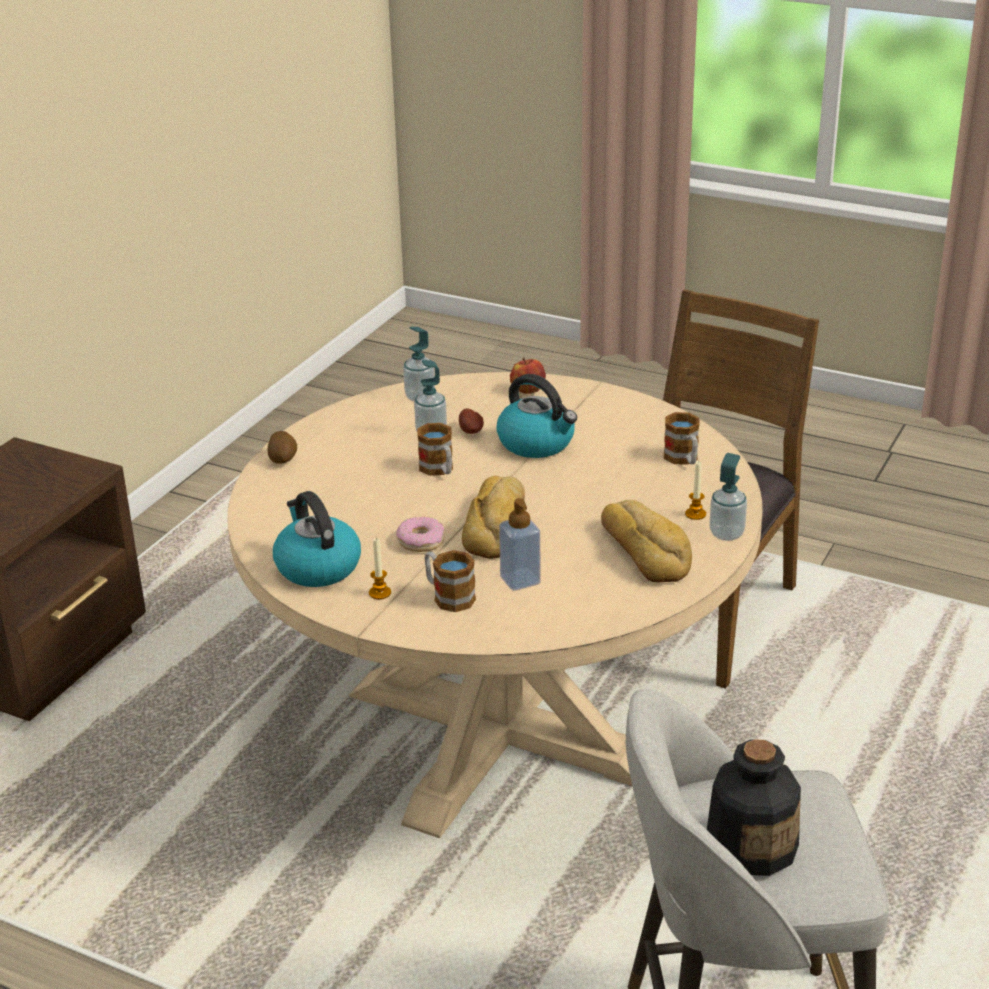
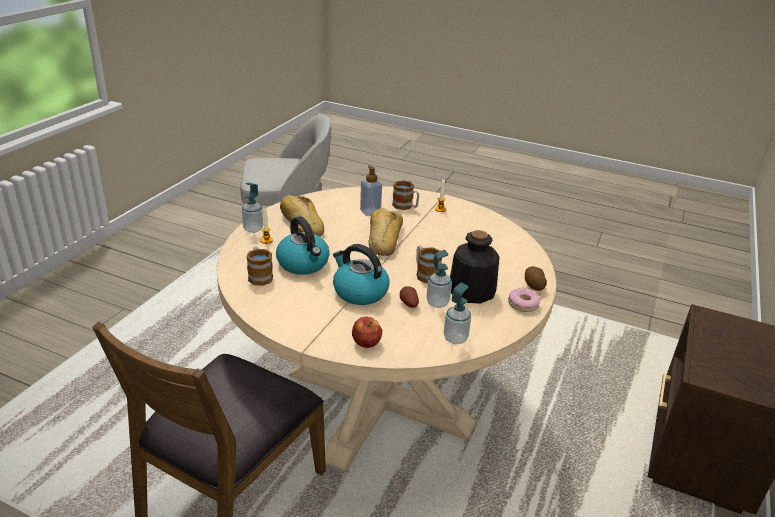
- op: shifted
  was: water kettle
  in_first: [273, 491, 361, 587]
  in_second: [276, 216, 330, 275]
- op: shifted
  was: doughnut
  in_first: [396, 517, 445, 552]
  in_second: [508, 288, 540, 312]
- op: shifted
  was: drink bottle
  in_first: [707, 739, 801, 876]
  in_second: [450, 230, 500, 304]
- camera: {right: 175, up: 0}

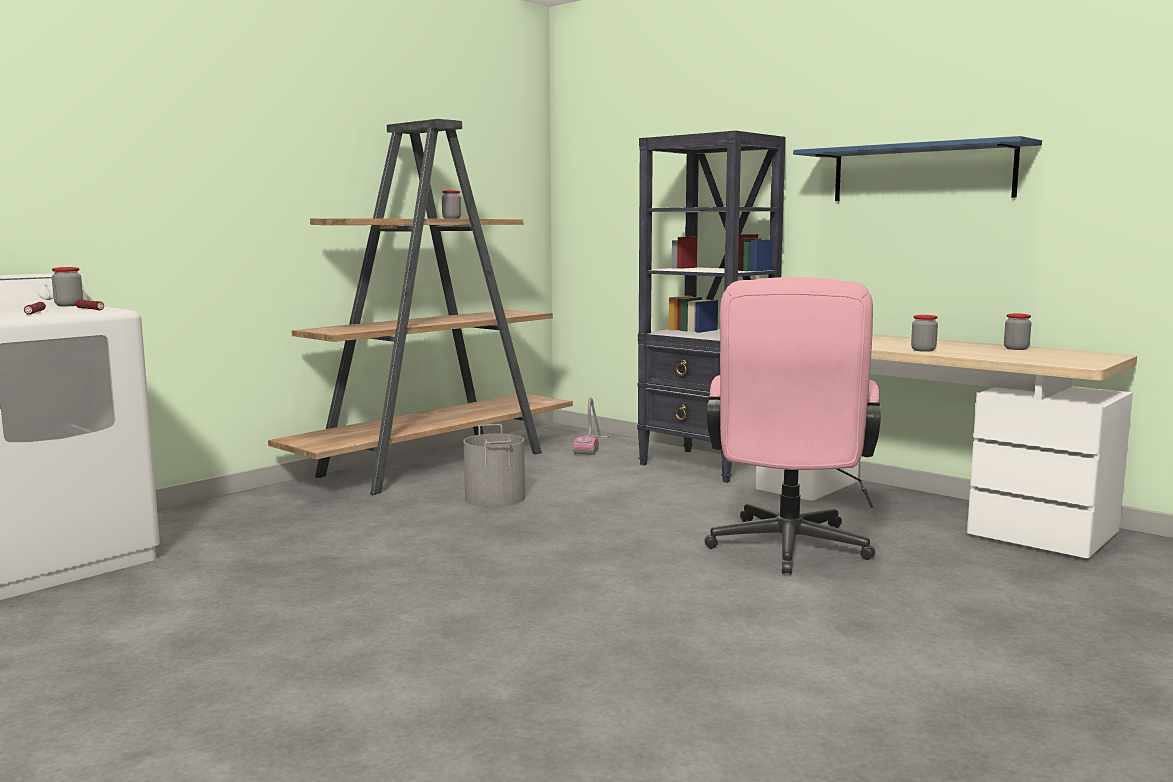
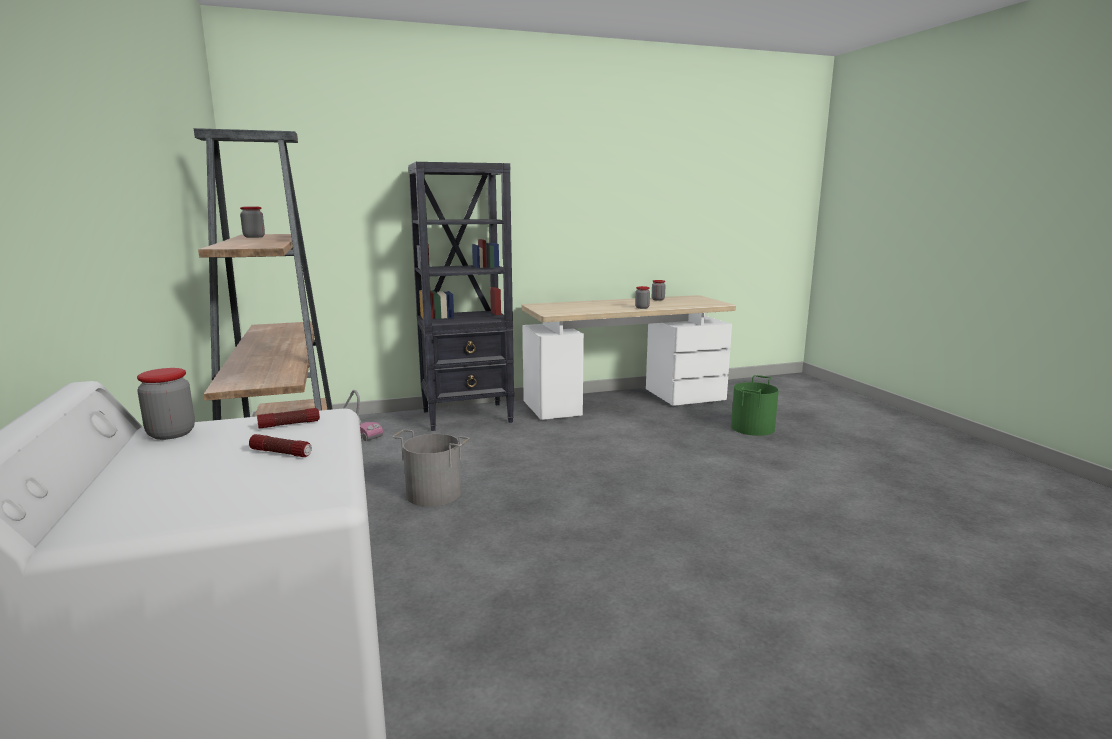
- op: gone
  was: shelf (bluish)
  in_first: [793, 136, 1042, 201]
- op: gone
  was: office chair (pink)
  in_first: [704, 277, 881, 574]
- op: new
  now: bucket (greenish)
  in_second: [731, 375, 779, 436]
- camera: {right: -60, up: 5}

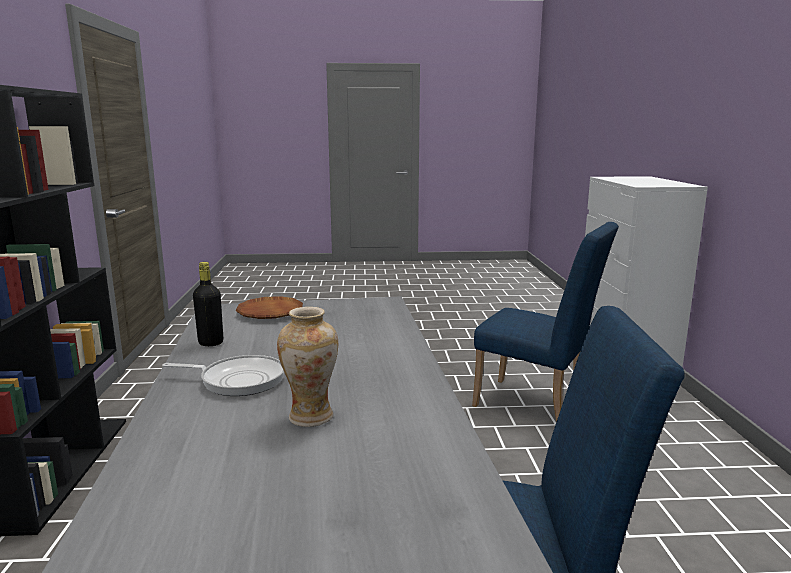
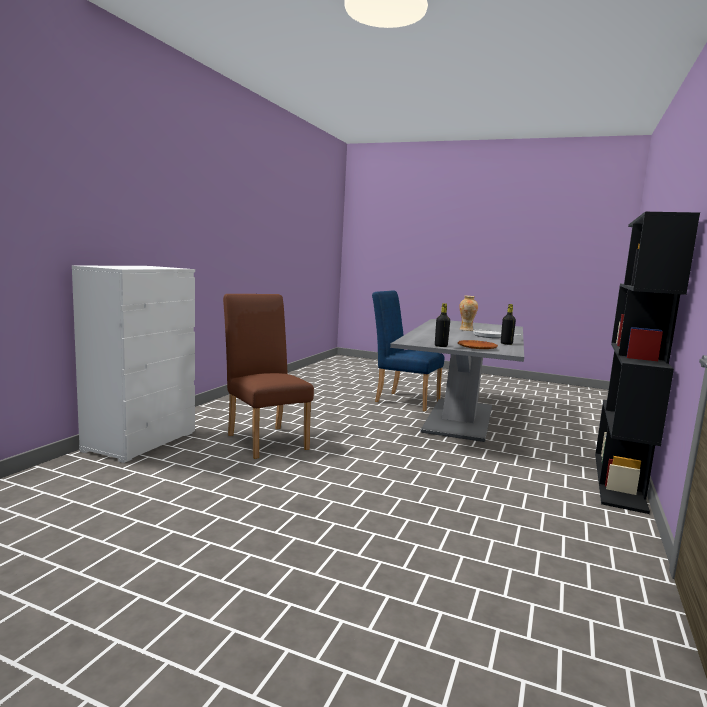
- op: repainted
  was: upright chair (bluish)
  now: upright chair (brown-coloured)
  in_first: [472, 222, 619, 422]
  in_second: [223, 294, 314, 459]
- op: new
  now: drink bottle (blackish)
  in_second: [435, 303, 450, 347]
- camera: {right: -155, up: -5}

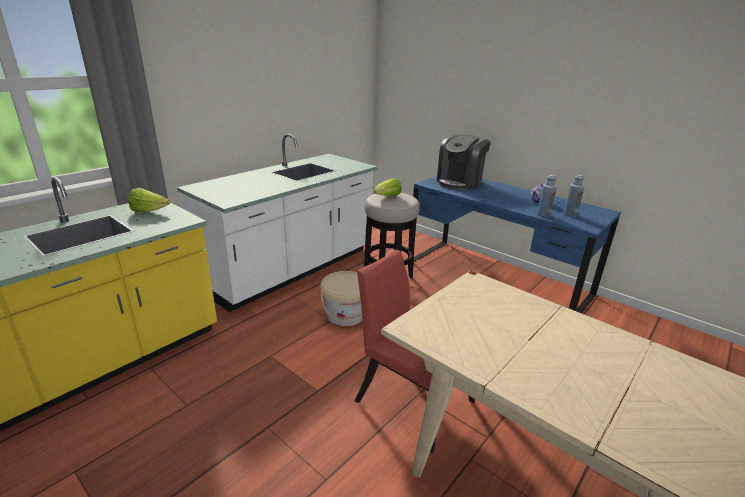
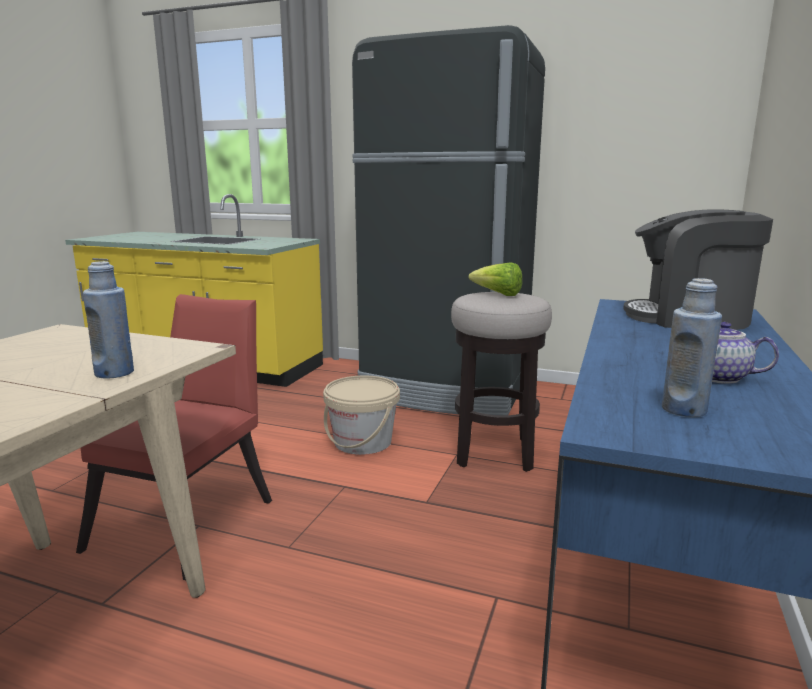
- op: swapped
  was: kitchen base unit (whitish)
  now: kitchen fridge (blackish)
  in_first: [177, 134, 377, 312]
  in_second: [352, 25, 545, 415]
- op: shifted
  was: drink bottle (bluish)
  in_first: [537, 175, 557, 217]
  in_second: [83, 261, 134, 379]
- op: gone
  was: head of lettuce
  in_first: [128, 188, 170, 212]
- camera: {right: 70, up: -10}

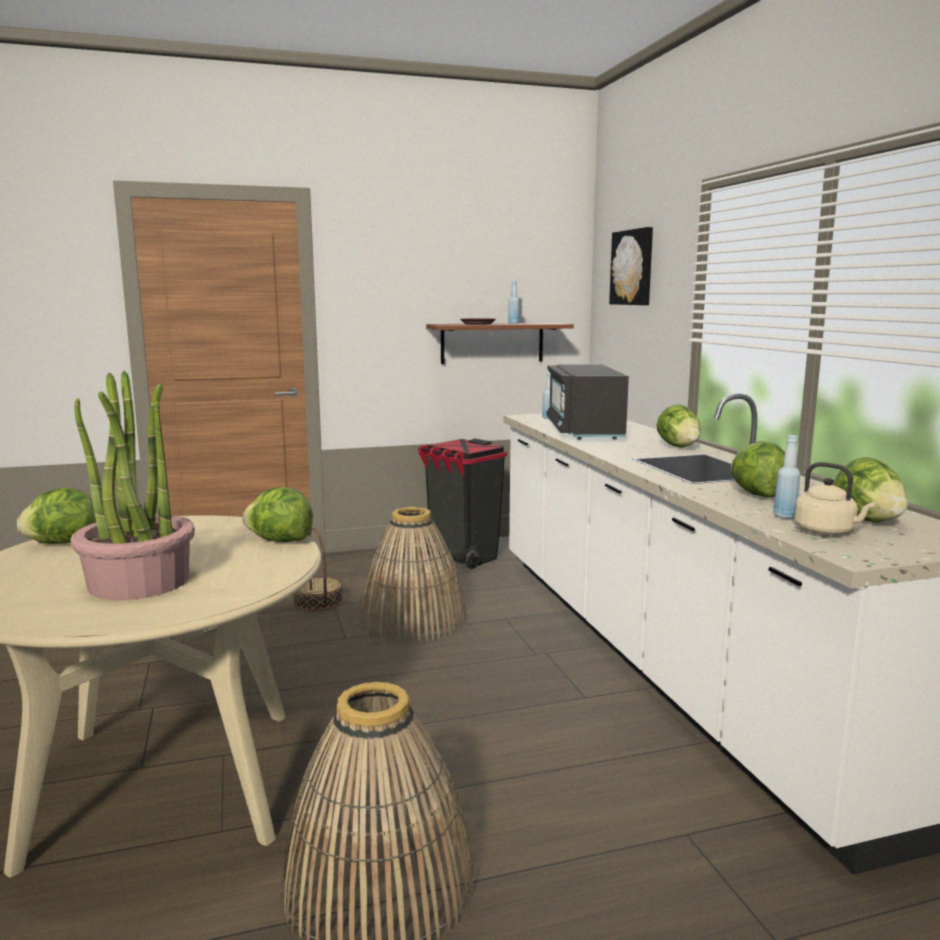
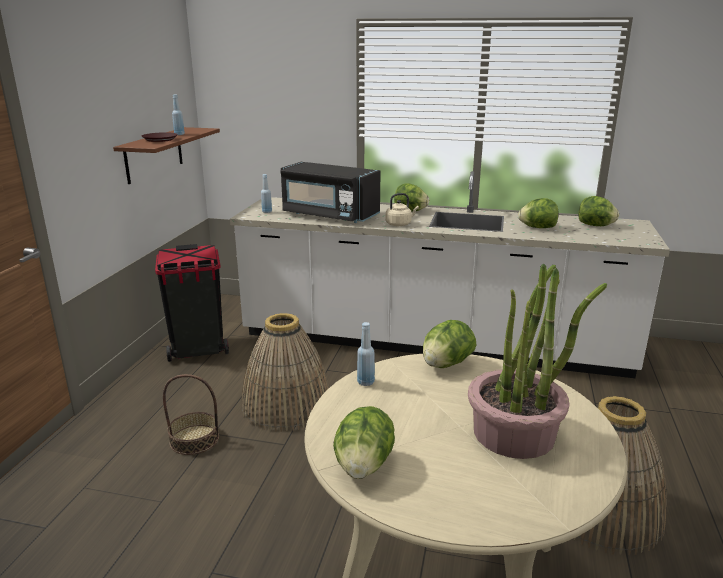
- op: gone
  was: wall art
  in_first: [609, 227, 653, 305]
- op: shifted
  was: drink bottle (bluish)
  in_first: [774, 435, 800, 519]
  in_second: [357, 322, 375, 386]
- op: shifted
  was: water kettle (beige)
  in_first: [794, 462, 876, 535]
  in_second: [386, 193, 419, 226]
- camera: {right: -60, up: 10}

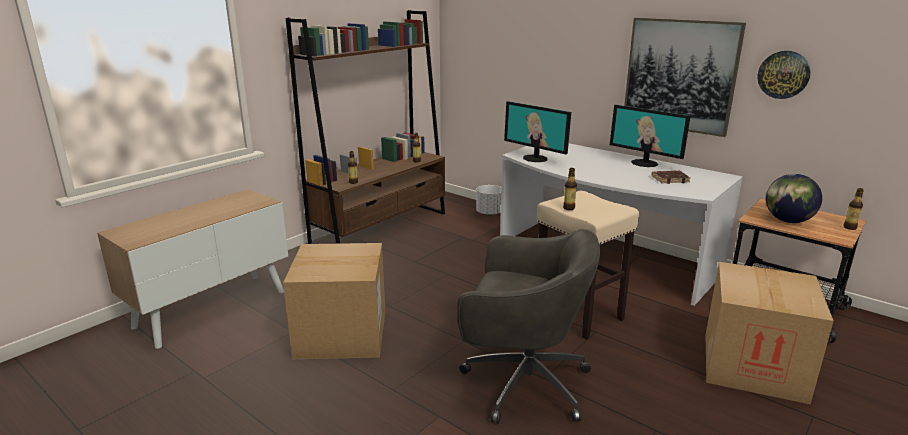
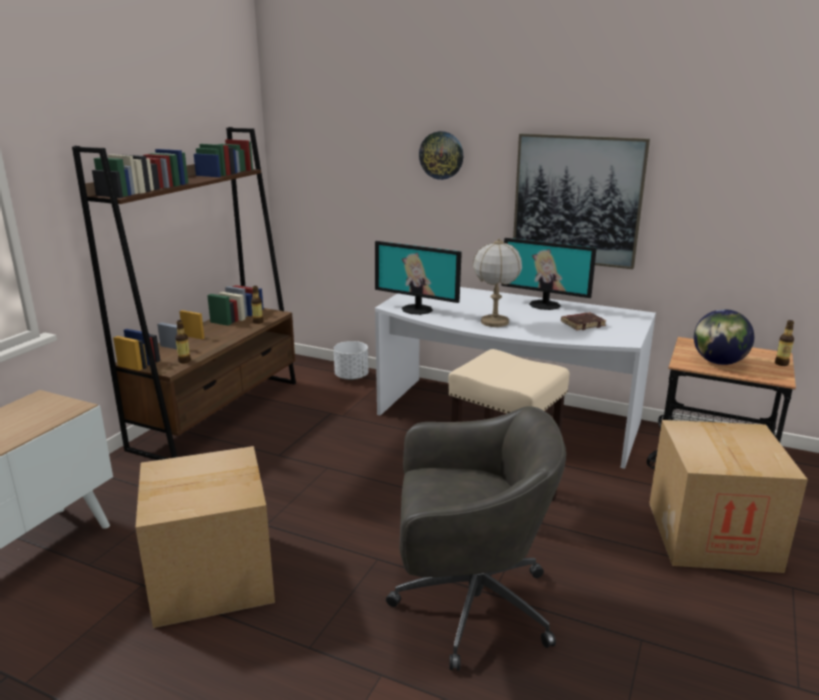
- op: shifted
  was: hanging clock
  in_first: [757, 51, 811, 99]
  in_second: [419, 131, 463, 180]
- op: gone
  was: drink bottle
  in_first: [563, 168, 577, 210]
- op: new
  now: tabletop lamp
  in_second: [473, 238, 522, 327]
- camera: {right: -15, up: 0}

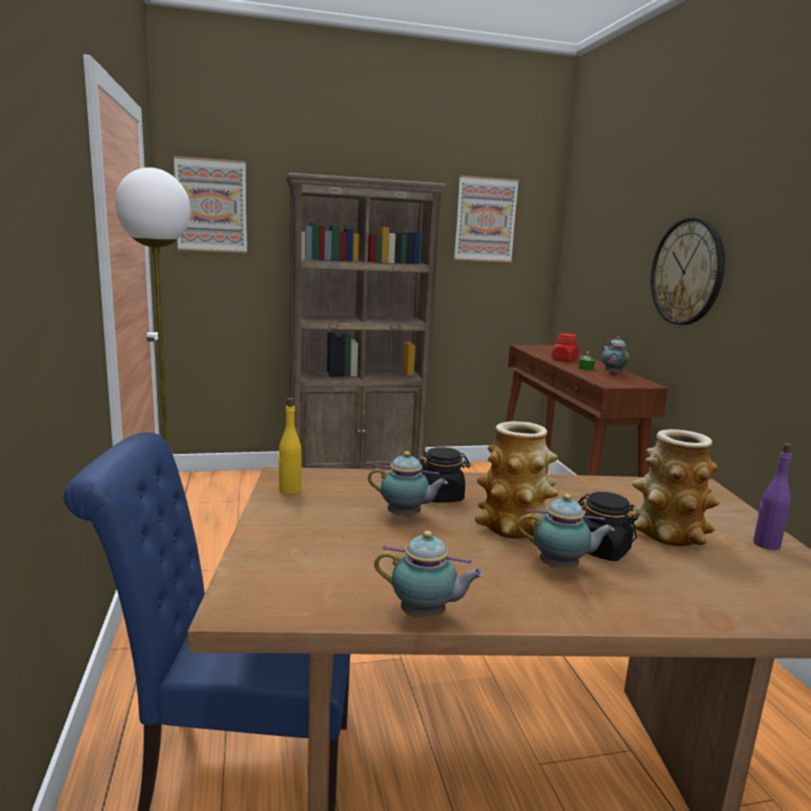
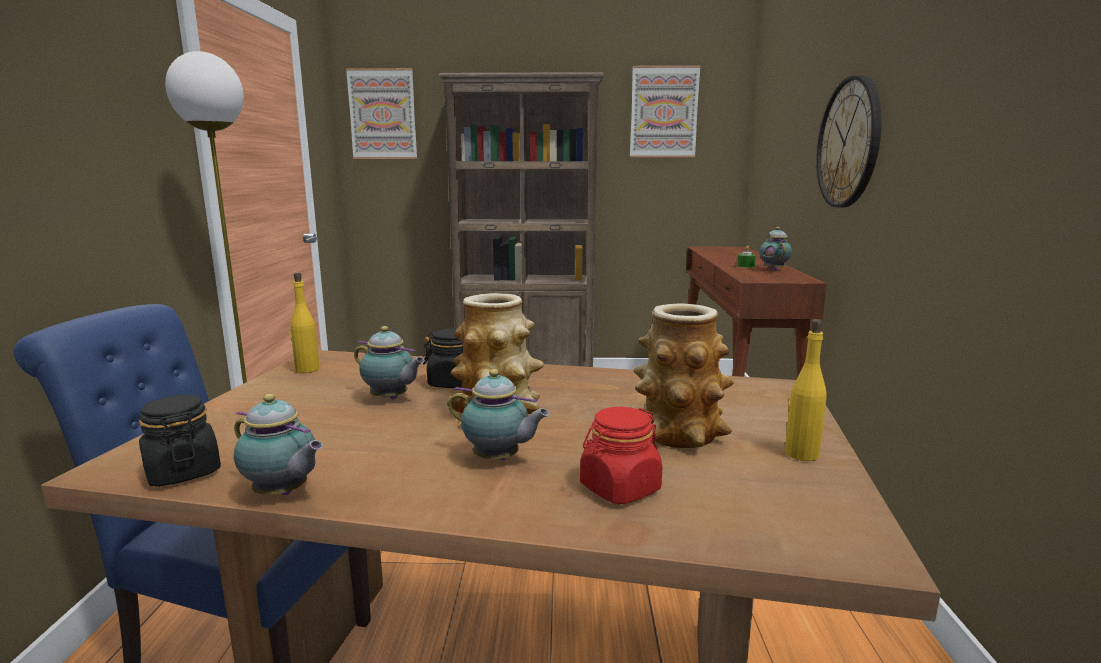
- op: shifted
  was: jar (reddish)
  in_first: [551, 333, 579, 361]
  in_second: [580, 407, 662, 504]
- op: repainted
  was: drink bottle (purple)
  now: drink bottle (yellow-coloured)
  in_first: [753, 443, 792, 550]
  in_second: [785, 319, 827, 461]
- op: shifted
  was: jar (blackish)
  in_first: [577, 492, 638, 561]
  in_second: [139, 395, 221, 487]
- camera: {right: 15, up: 0}

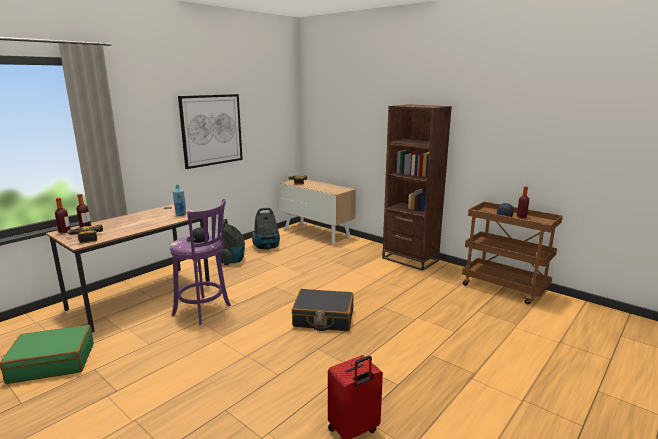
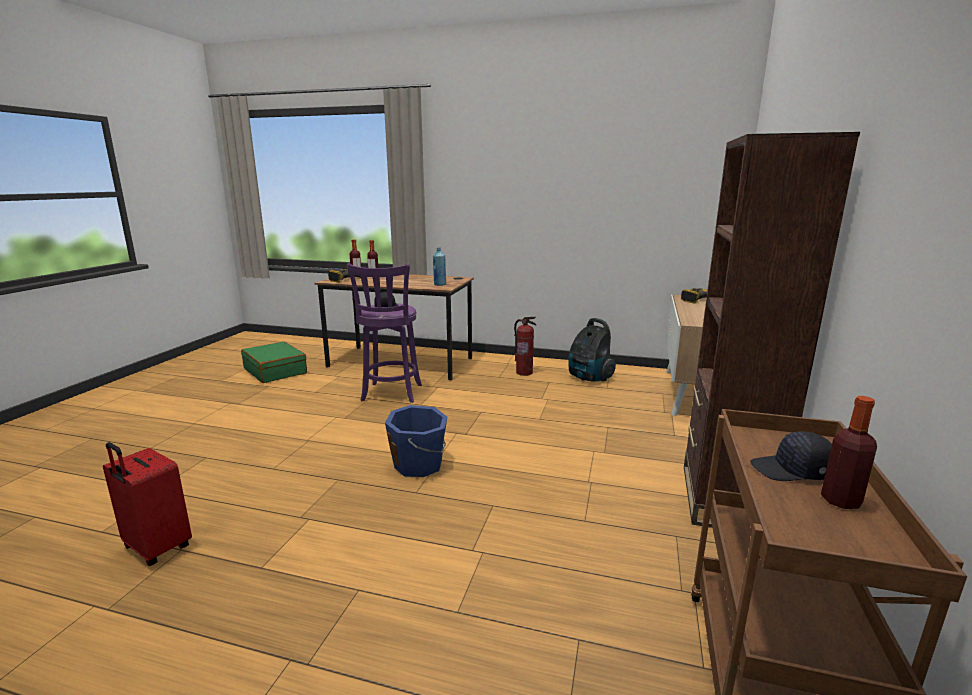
- op: gone
  was: wall art
  in_first: [178, 94, 243, 169]
- op: swapped
  was: hoover
  now: extinguisher
  in_first: [220, 219, 245, 265]
  in_second: [514, 317, 536, 376]
- op: swapped
  was: suitcase (blackish)
  now: bucket (bluish)
  in_first: [292, 289, 354, 331]
  in_second: [385, 405, 447, 477]
- camera: {right: 65, up: 0}

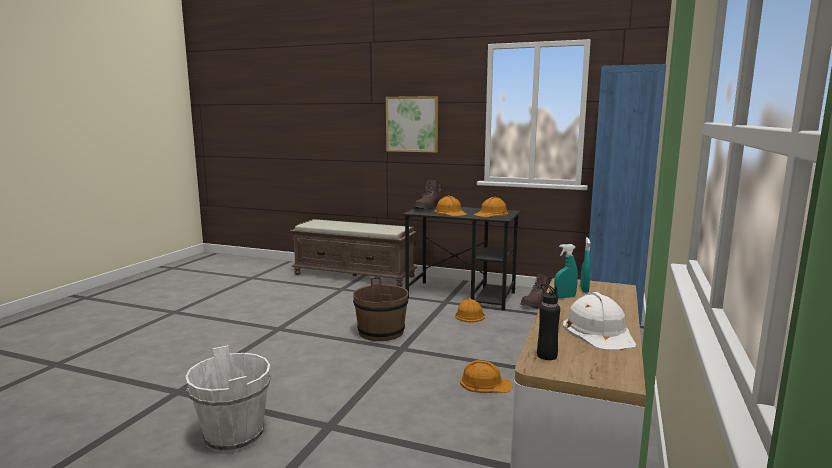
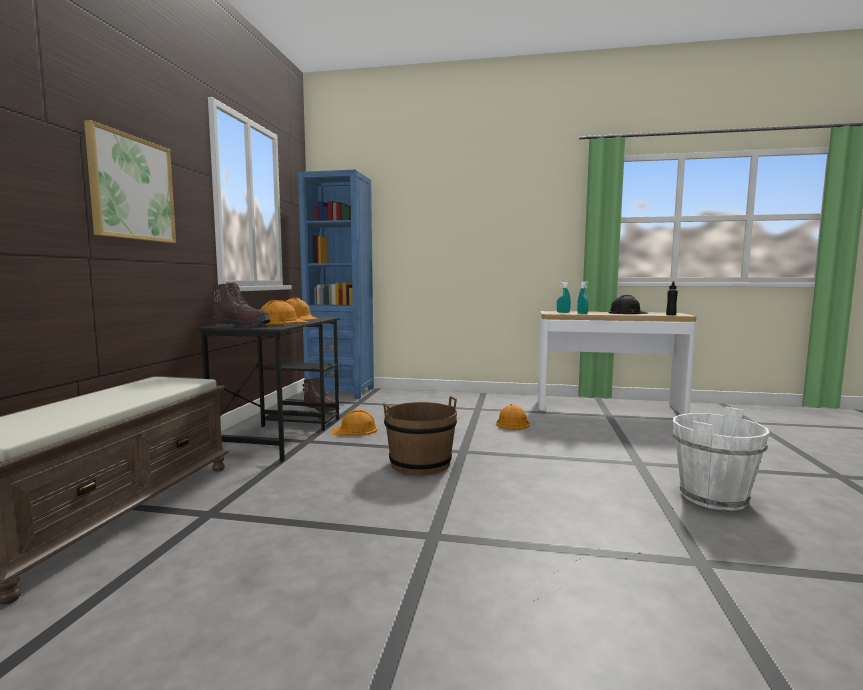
- op: repainted
  was: work helmet (whitish)
  now: work helmet (blackish)
  in_first: [563, 292, 636, 350]
  in_second: [608, 295, 648, 314]
- camera: {right: -100, up: -5}

